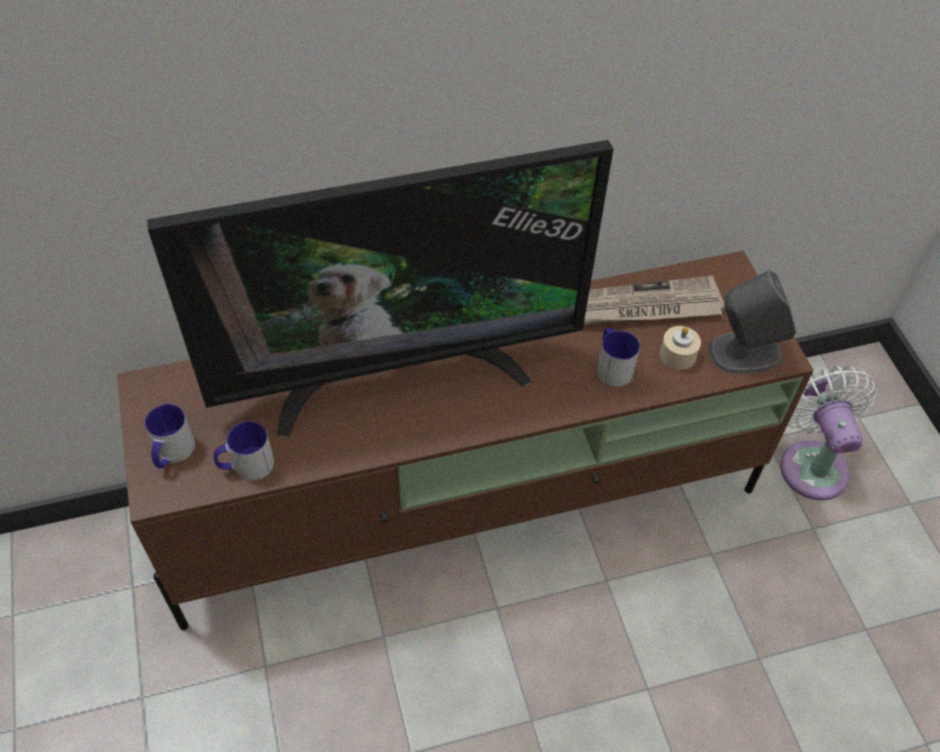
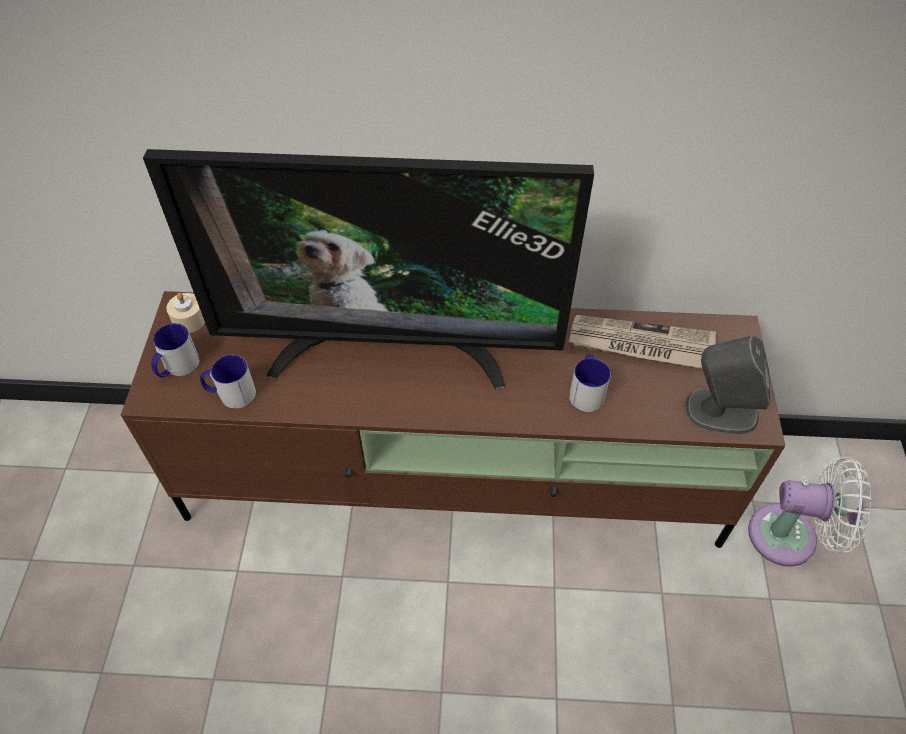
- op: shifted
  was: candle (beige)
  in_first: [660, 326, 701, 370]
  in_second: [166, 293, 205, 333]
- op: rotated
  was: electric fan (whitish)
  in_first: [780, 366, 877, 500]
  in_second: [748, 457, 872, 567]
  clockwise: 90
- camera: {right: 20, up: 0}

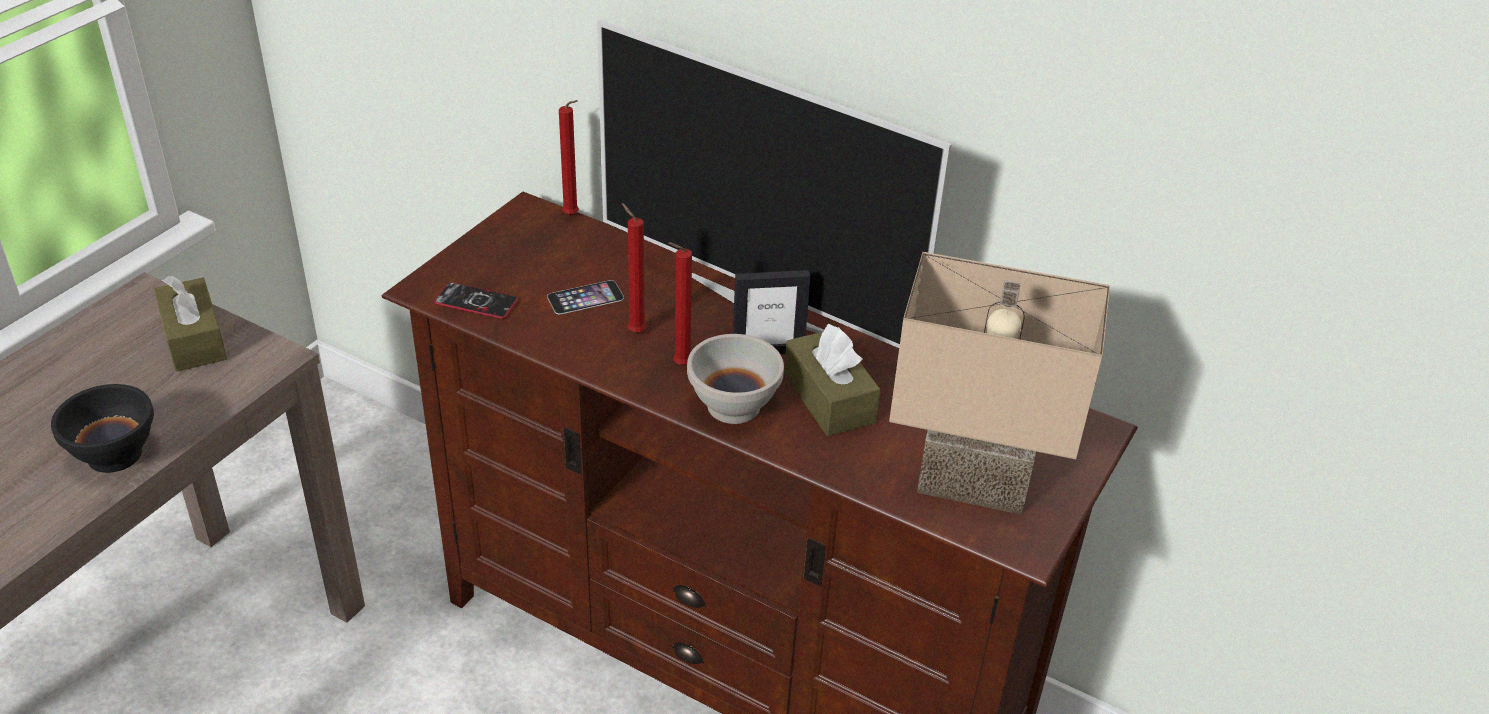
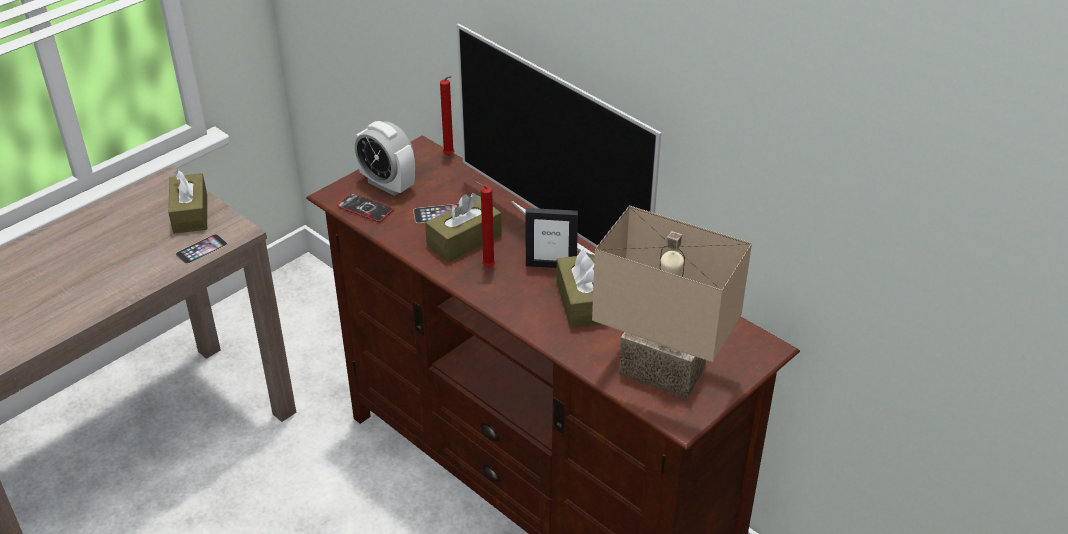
- op: swapped
  was: candle (reddish)
  now: tissue holder (brown-coloured)
  in_first: [622, 203, 646, 333]
  in_second: [425, 193, 502, 262]
- op: gone
  was: deep dish (whitish)
  in_first: [687, 334, 784, 424]
- op: gone
  was: deep dish (blackish)
  in_first: [51, 384, 154, 473]
- op: new
  now: table clock
  in_second: [355, 121, 415, 196]
- op: new
  now: telephone
  in_second: [175, 234, 228, 264]
- camera: {right: 15, up: 0}

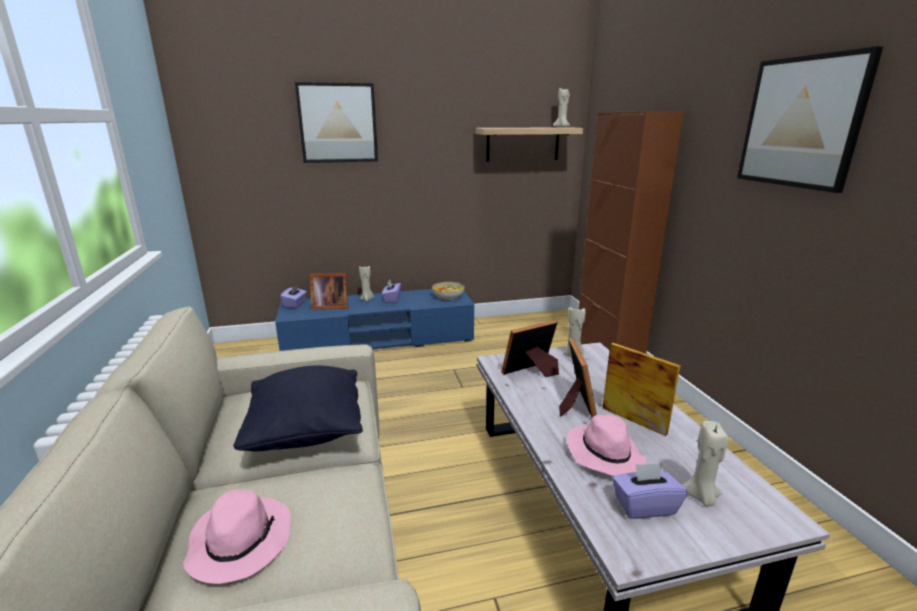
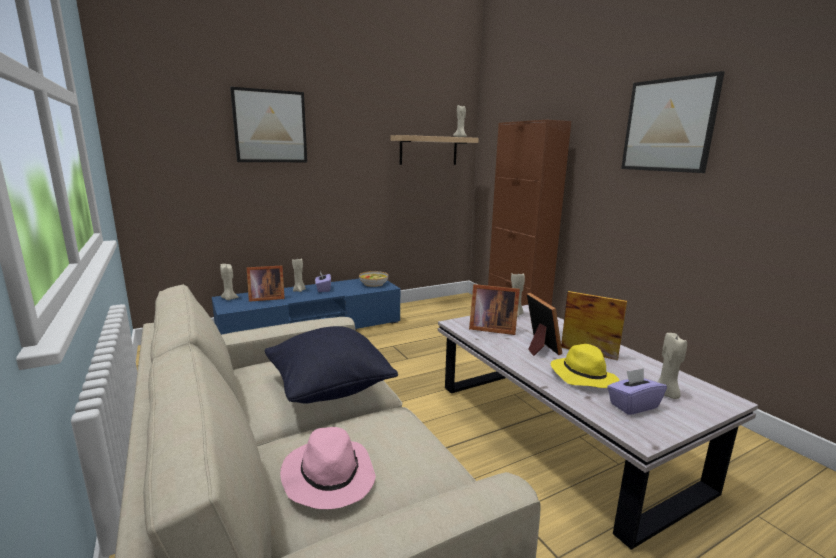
- op: swapped
  was: tissue holder (purple)
  now: candle (beige)
  in_first: [280, 284, 307, 308]
  in_second: [220, 264, 239, 300]
- op: rotated
  was: picture frame
  in_first: [501, 320, 559, 377]
  in_second: [469, 284, 520, 335]
  clockwise: -120
- op: repainted
  was: clothing hat (pink)
  now: clothing hat (yellow-coloured)
  in_first: [567, 415, 647, 476]
  in_second: [551, 344, 620, 388]
- camera: {right: -15, up: -5}

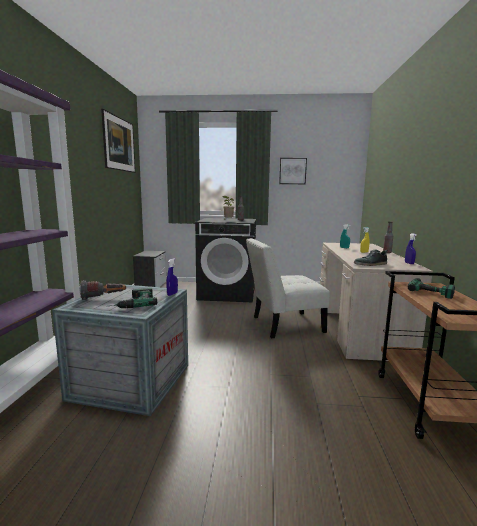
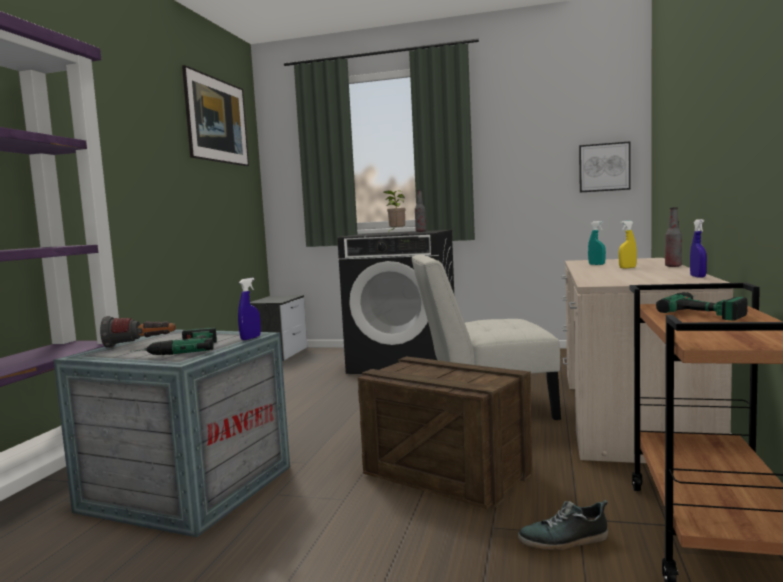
- op: shifted
  was: wall art
  in_first: [279, 158, 307, 184]
  in_second: [579, 141, 631, 192]
- op: shifted
  was: shoe
  in_first: [354, 249, 388, 266]
  in_second: [518, 500, 608, 550]
- op: new
  now: packing crate
  in_second: [358, 357, 532, 509]
- camera: {right: 10, up: -5}

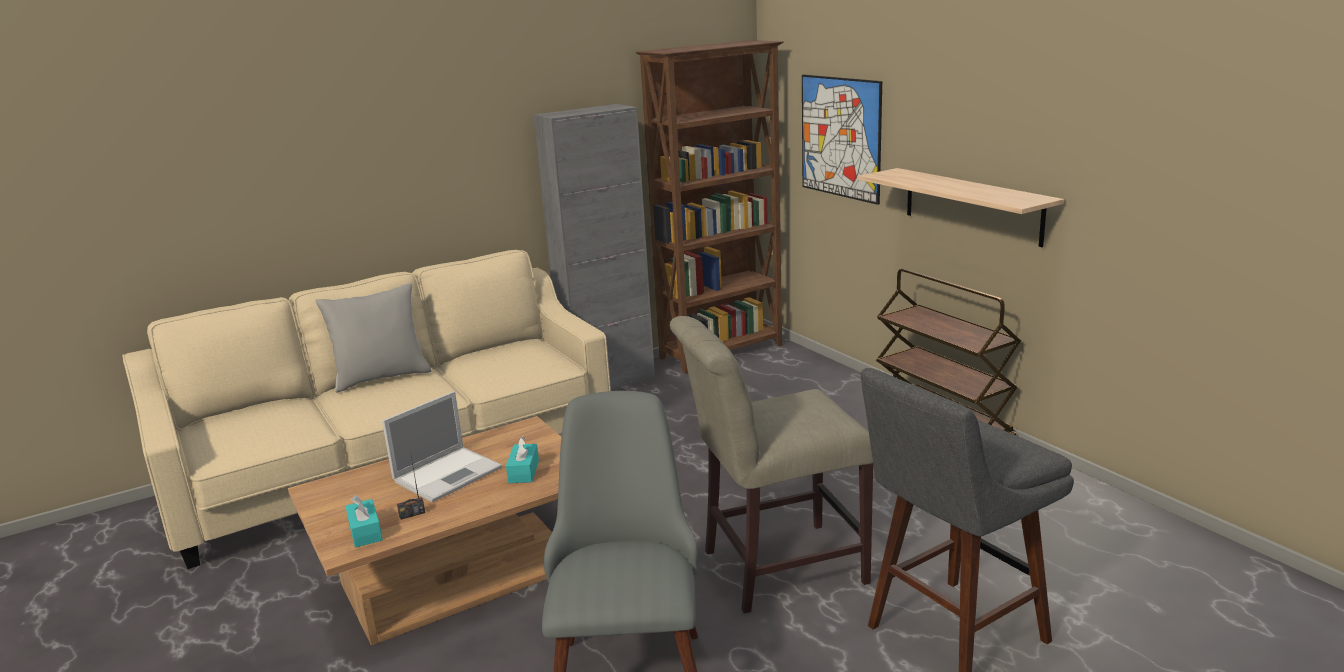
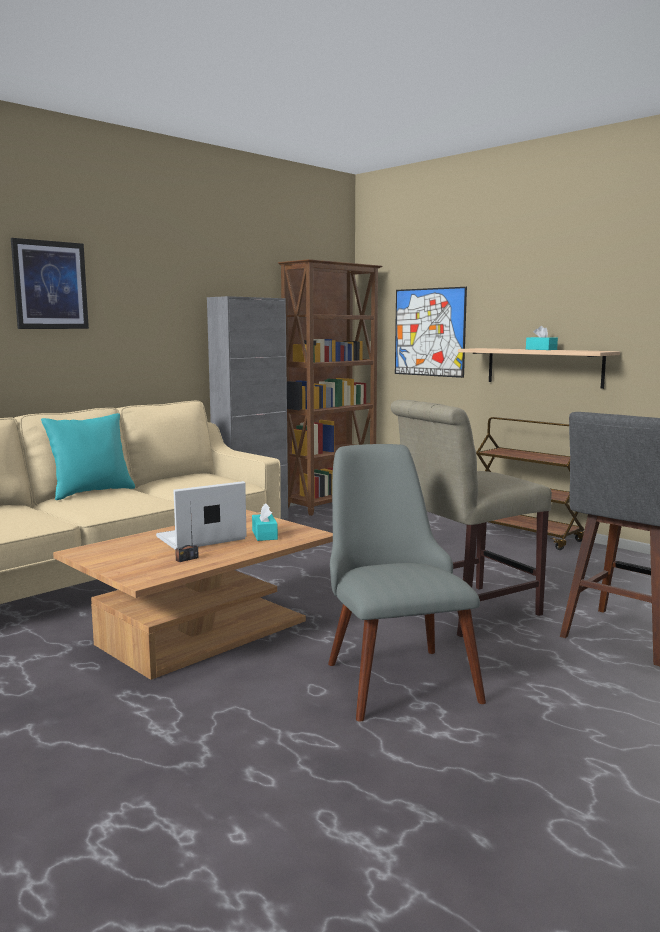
- op: repainted
  was: cushion (grey)
  now: cushion (turquoise-coloured)
  in_first: [315, 283, 432, 393]
  in_second: [41, 413, 135, 500]
- op: rotated
  was: laptop
  in_first: [382, 391, 502, 502]
  in_second: [156, 481, 247, 549]
  clockwise: -150
- op: shifted
  was: tissue holder (turquoise-coloured)
  in_first: [346, 495, 383, 548]
  in_second: [526, 326, 558, 350]
- op: new
  now: wall art
  in_second: [11, 238, 89, 329]
- camera: {right: -15, up: -10}

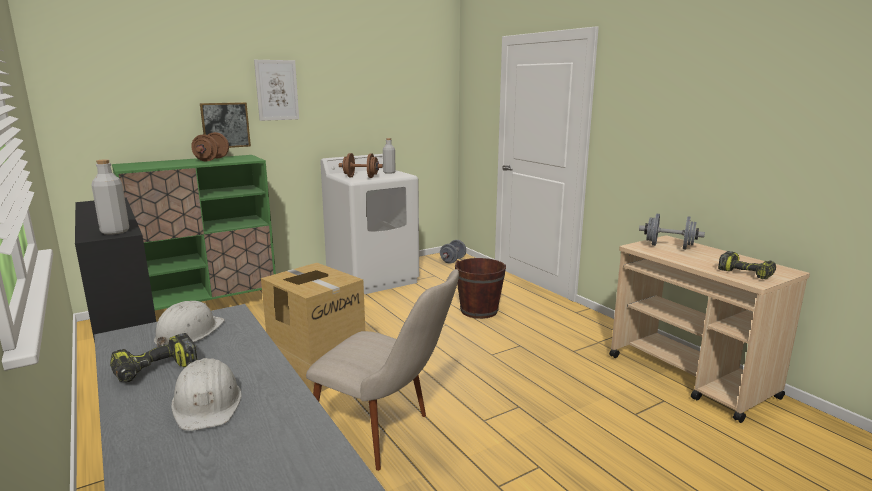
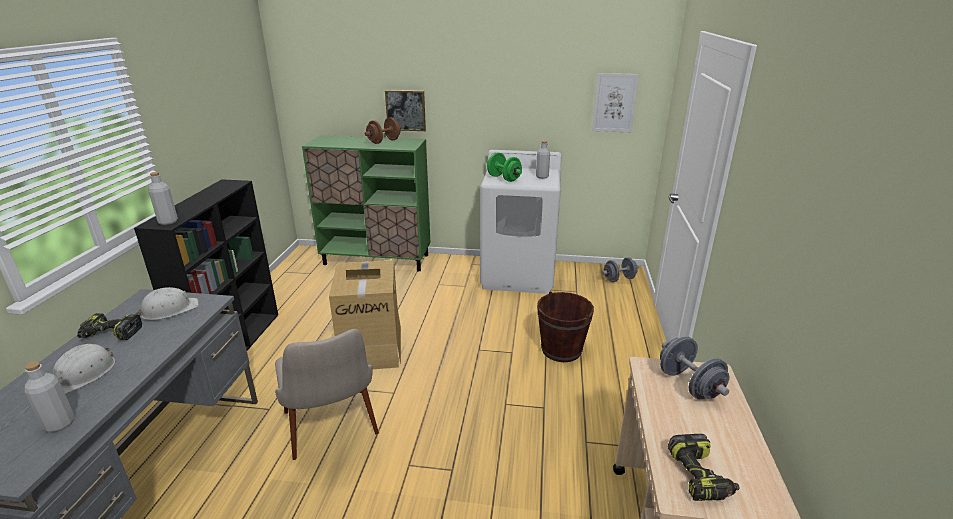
- op: shifted
  was: wall art
  in_first: [254, 60, 299, 121]
  in_second: [592, 73, 639, 132]
- op: repainted
  was: free weight (brown-coloured)
  now: free weight (greenish)
  in_first: [339, 153, 383, 178]
  in_second: [487, 153, 522, 182]
- op: new
  now: drink bottle (grey)
  in_second: [25, 361, 75, 432]
- camera: {right: 40, up: 10}

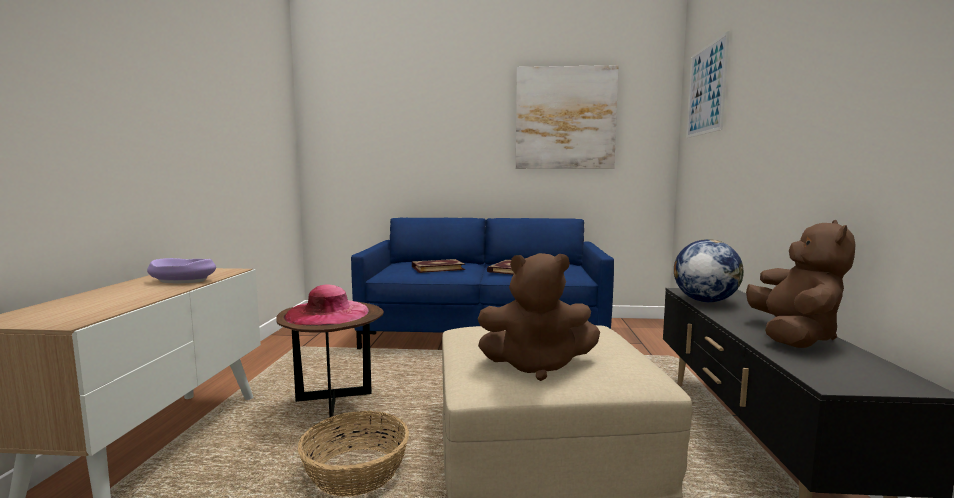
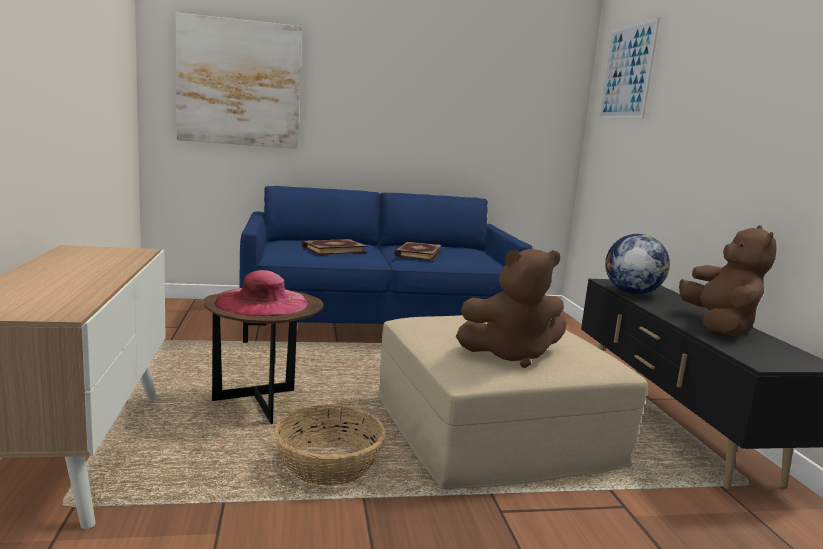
- op: shifted
  was: wall art
  in_first: [516, 65, 619, 169]
  in_second: [176, 13, 302, 149]
- op: gone
  was: deep dish (purple)
  in_first: [147, 258, 216, 283]
- camera: {right: -15, up: 5}

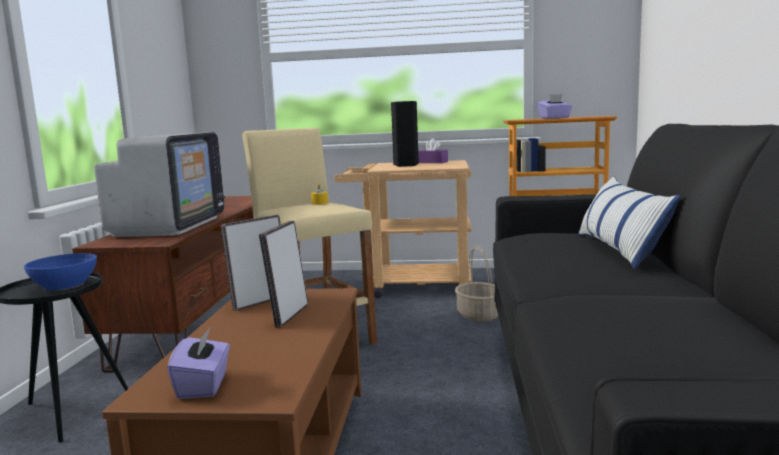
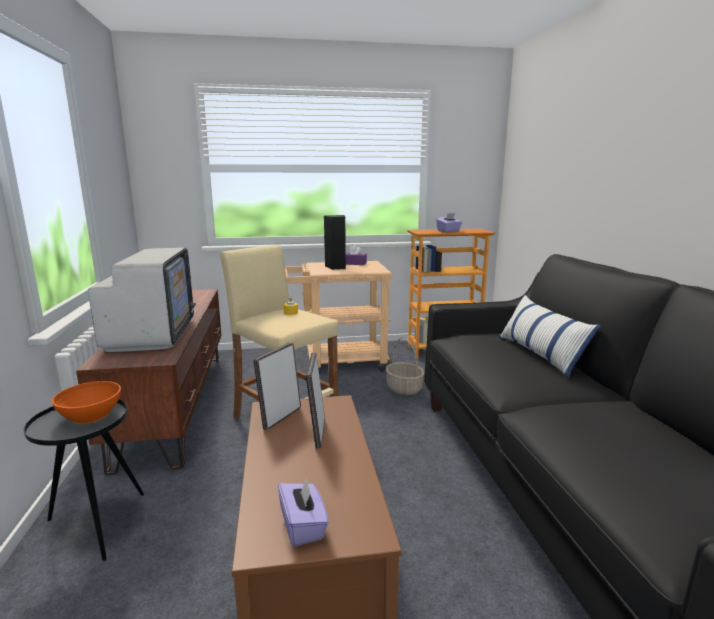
- op: repainted
  was: deep dish (bluish)
  now: deep dish (orangey)
  in_first: [24, 253, 97, 290]
  in_second: [52, 381, 121, 424]
- camera: {right: -15, up: 5}

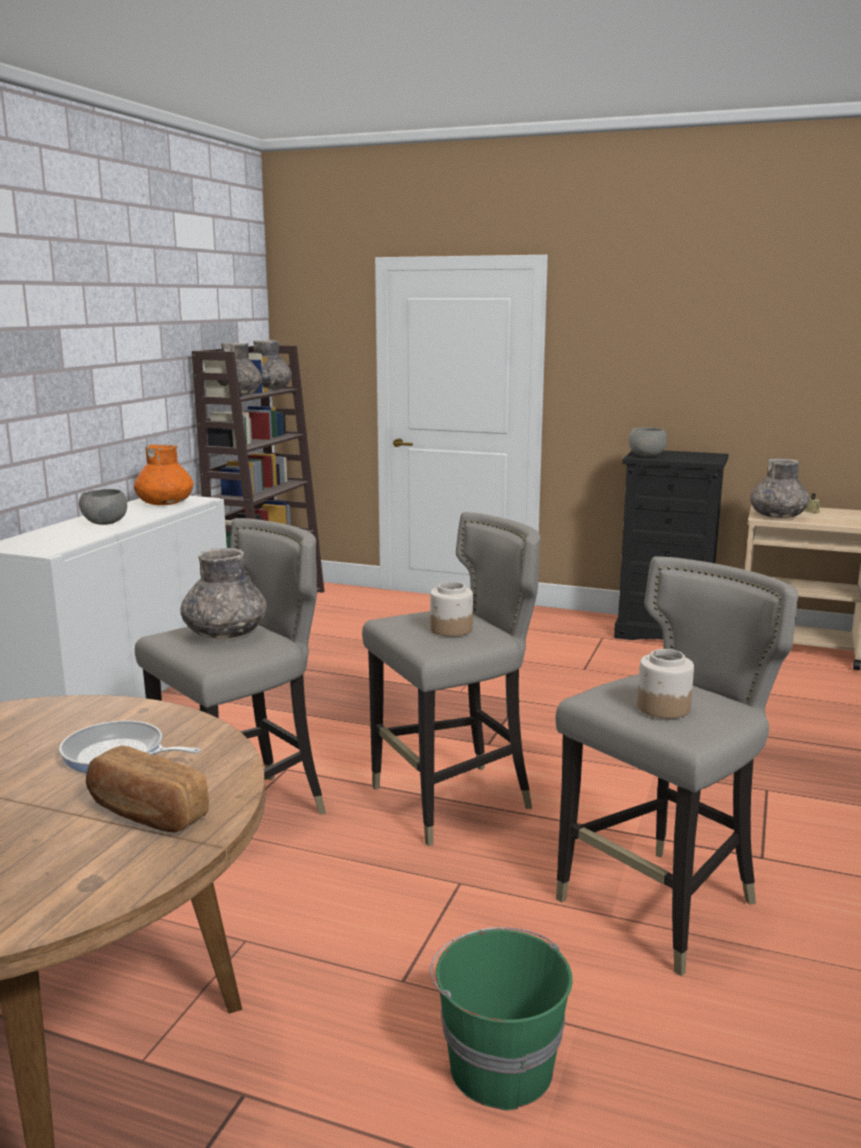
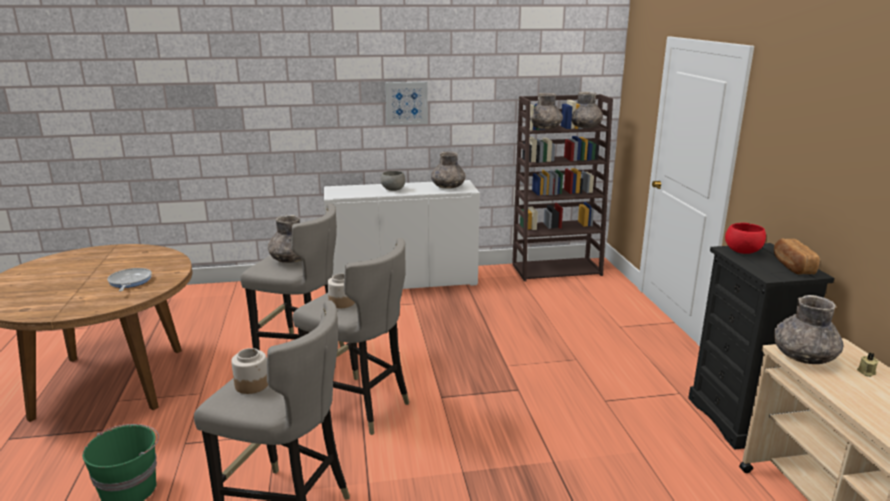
- op: repainted
  was: deep dish (grey)
  now: deep dish (reddish)
  in_first: [629, 427, 667, 457]
  in_second: [725, 223, 766, 254]
- op: repainted
  was: vase (orangey)
  now: vase (grey)
  in_first: [134, 444, 193, 505]
  in_second: [431, 152, 466, 189]
- op: shifted
  was: baked bread
  in_first: [86, 745, 209, 832]
  in_second: [774, 238, 820, 275]
- op: new
  now: wall art
  in_second: [386, 82, 428, 125]
- camera: {right: 60, up: 5}

